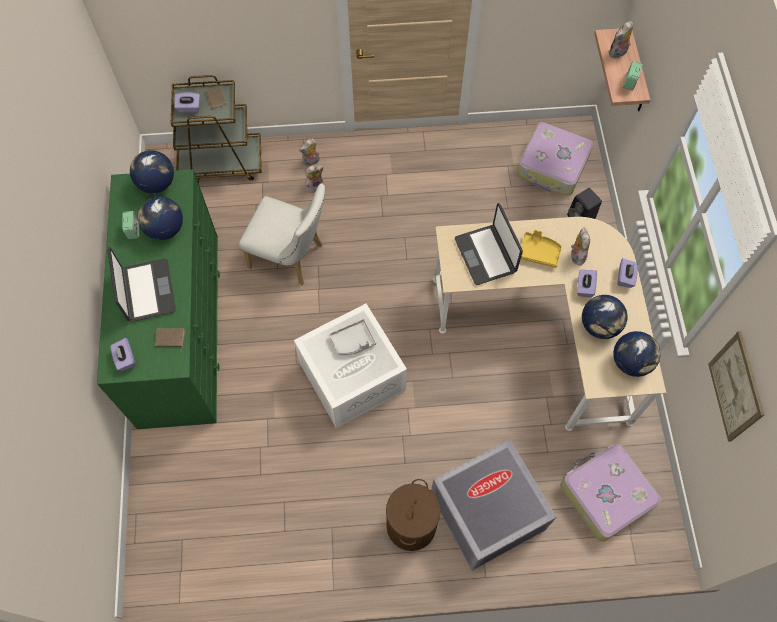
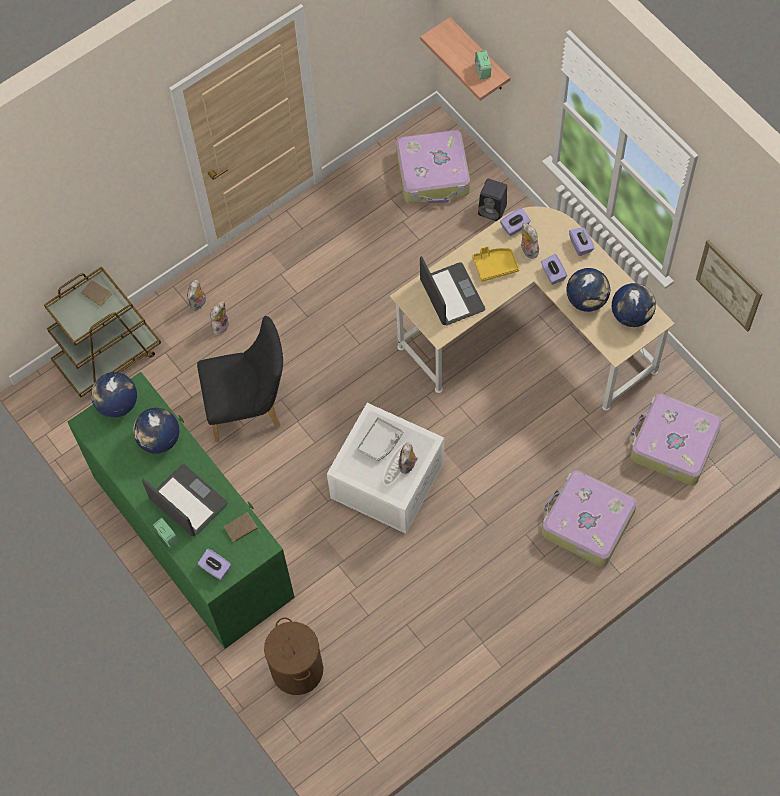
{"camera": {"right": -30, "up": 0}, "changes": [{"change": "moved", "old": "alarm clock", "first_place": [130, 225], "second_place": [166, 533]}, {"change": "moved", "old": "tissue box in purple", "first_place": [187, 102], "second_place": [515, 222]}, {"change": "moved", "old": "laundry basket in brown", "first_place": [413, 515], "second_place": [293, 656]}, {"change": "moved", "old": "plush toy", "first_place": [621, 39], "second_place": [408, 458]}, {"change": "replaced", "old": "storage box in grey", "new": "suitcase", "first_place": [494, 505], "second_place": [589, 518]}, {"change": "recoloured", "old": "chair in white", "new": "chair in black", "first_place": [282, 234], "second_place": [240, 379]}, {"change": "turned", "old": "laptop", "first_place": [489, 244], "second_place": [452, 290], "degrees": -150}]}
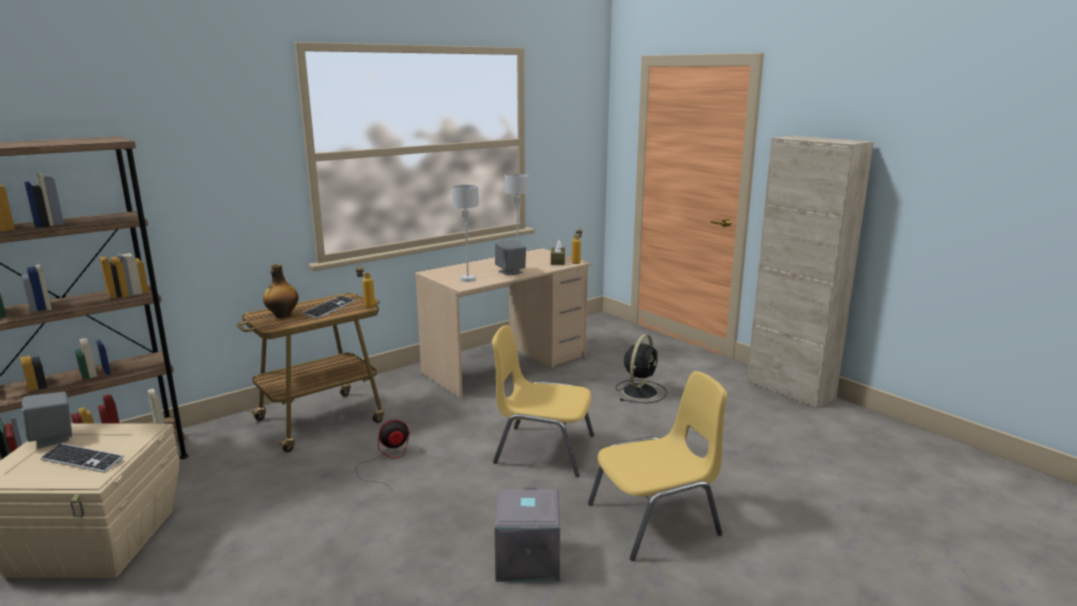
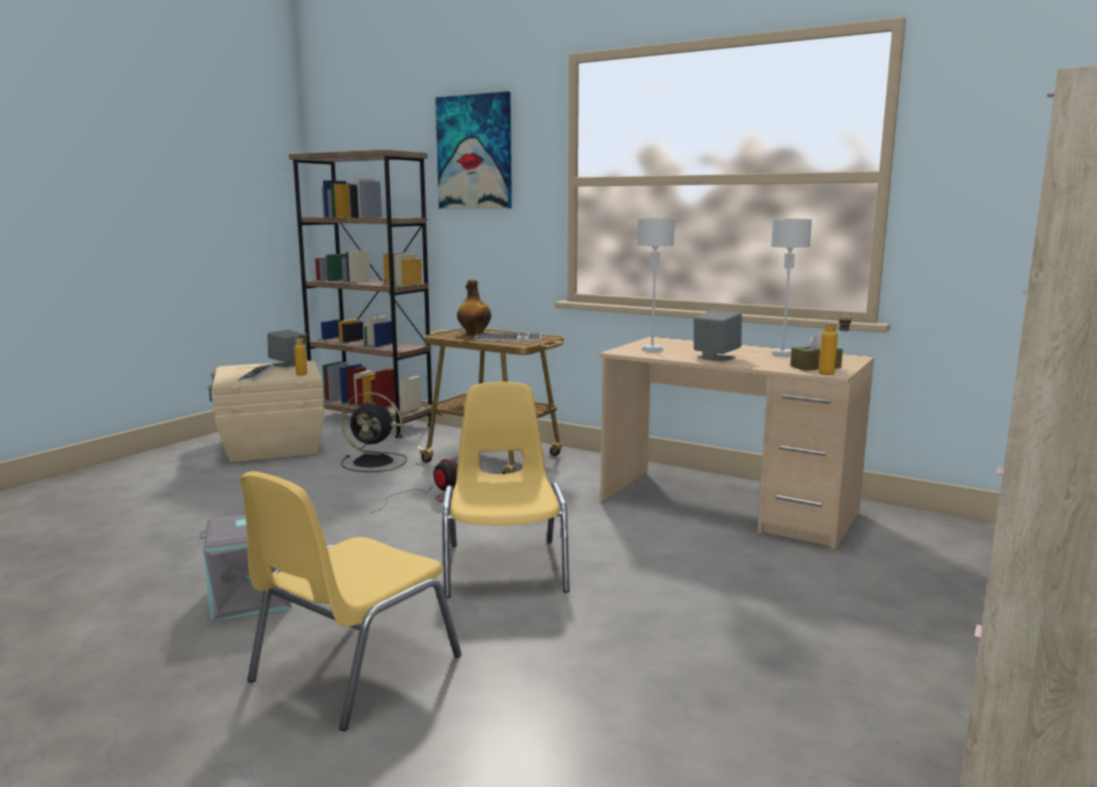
{"camera": {"right": 70, "up": -5}, "changes": [{"change": "added", "new": "picture", "second_place": [473, 150]}, {"change": "moved", "old": "bottle", "first_place": [365, 286], "second_place": [301, 352]}, {"change": "moved", "old": "fan in black", "first_place": [641, 368], "second_place": [373, 432]}, {"change": "turned", "old": "chair in yellow", "first_place": [657, 466], "second_place": [350, 601], "degrees": 75}]}
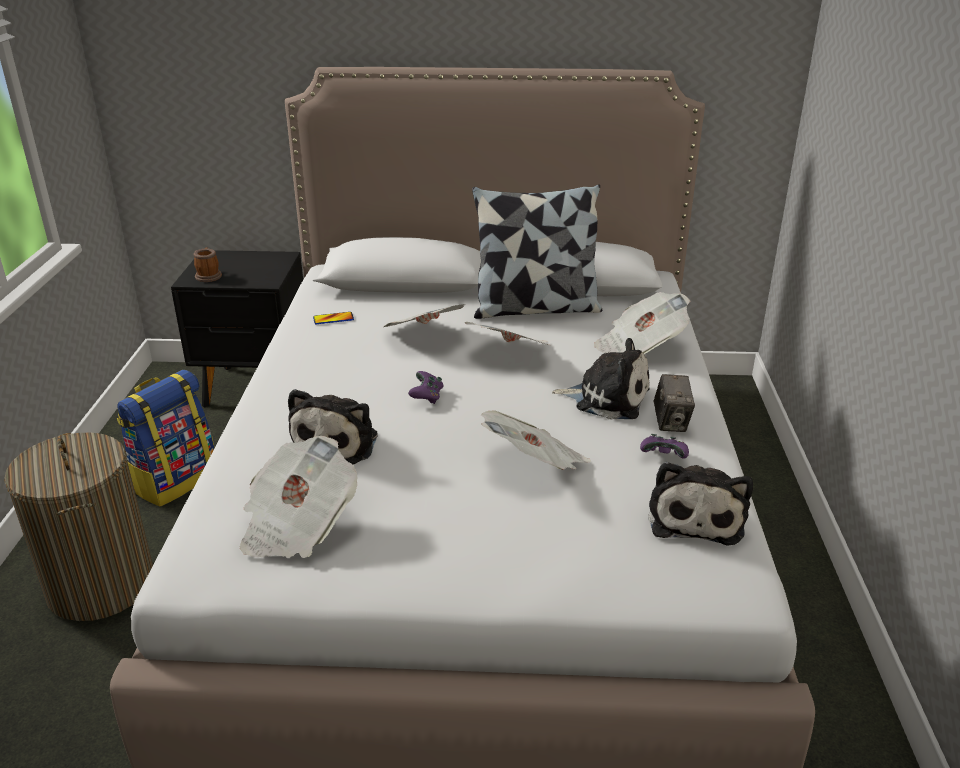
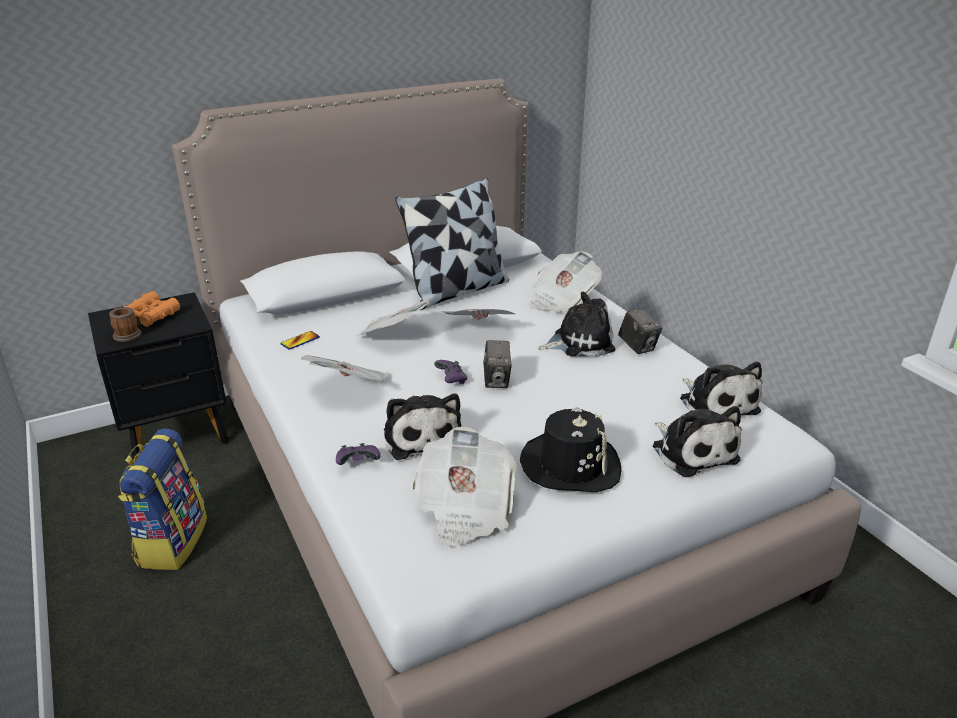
{"camera": {"right": -30, "up": 0}, "changes": [{"change": "removed", "old": "laundry basket", "first_place": [78, 526]}, {"change": "added", "new": "binoculars in orange", "second_place": [152, 309]}, {"change": "added", "new": "photo camera", "second_place": [497, 364]}, {"change": "added", "new": "hat in black", "second_place": [570, 449]}, {"change": "added", "new": "plush toy", "second_place": [697, 442]}, {"change": "moved", "old": "newspaper", "first_place": [536, 440], "second_place": [345, 368]}, {"change": "moved", "old": "game controller in purple", "first_place": [664, 446], "second_place": [358, 454]}]}
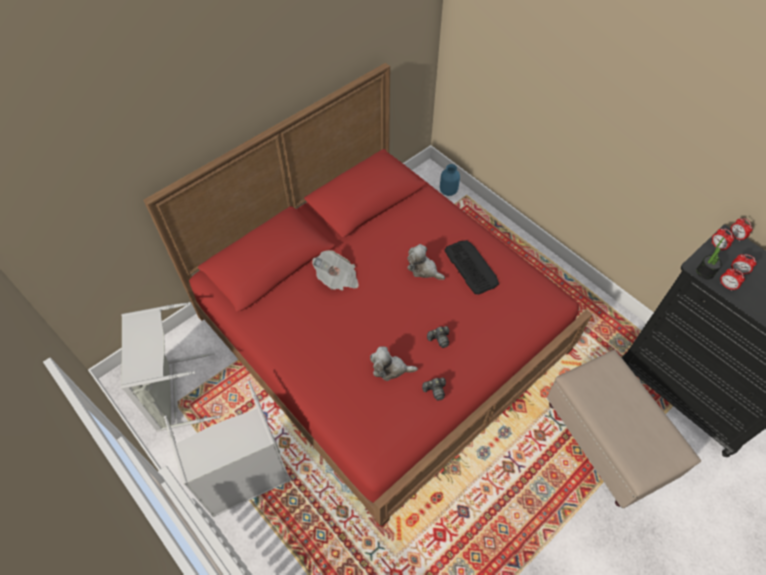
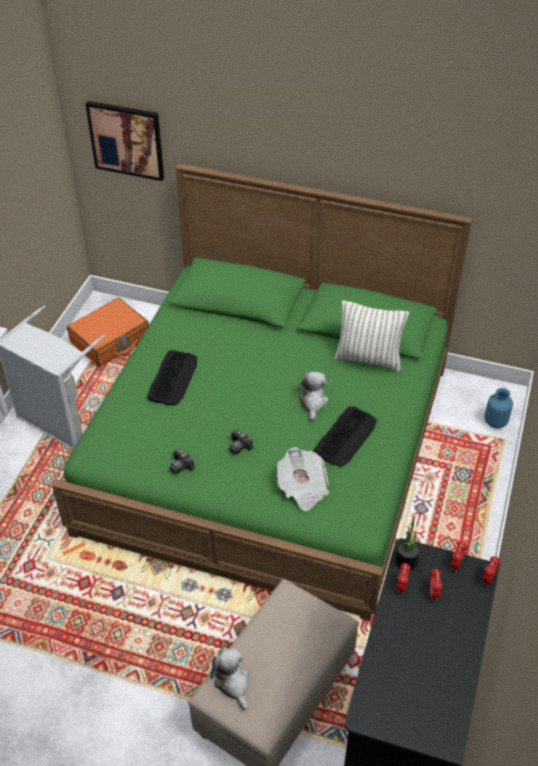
{"camera": {"right": 60, "up": -10}, "changes": [{"change": "added", "new": "picture", "second_place": [124, 141]}, {"change": "added", "new": "keyboard", "second_place": [172, 377]}, {"change": "added", "new": "pillow", "second_place": [371, 335]}, {"change": "moved", "old": "newspaper", "first_place": [335, 270], "second_place": [303, 479]}, {"change": "moved", "old": "plush toy", "first_place": [394, 364], "second_place": [229, 679]}, {"change": "replaced", "old": "laundry basket in grey", "new": "suitcase in orange", "first_place": [171, 367], "second_place": [108, 332]}, {"change": "recoloured", "old": "bed in red", "new": "bed in green", "first_place": [368, 294], "second_place": [262, 392]}]}
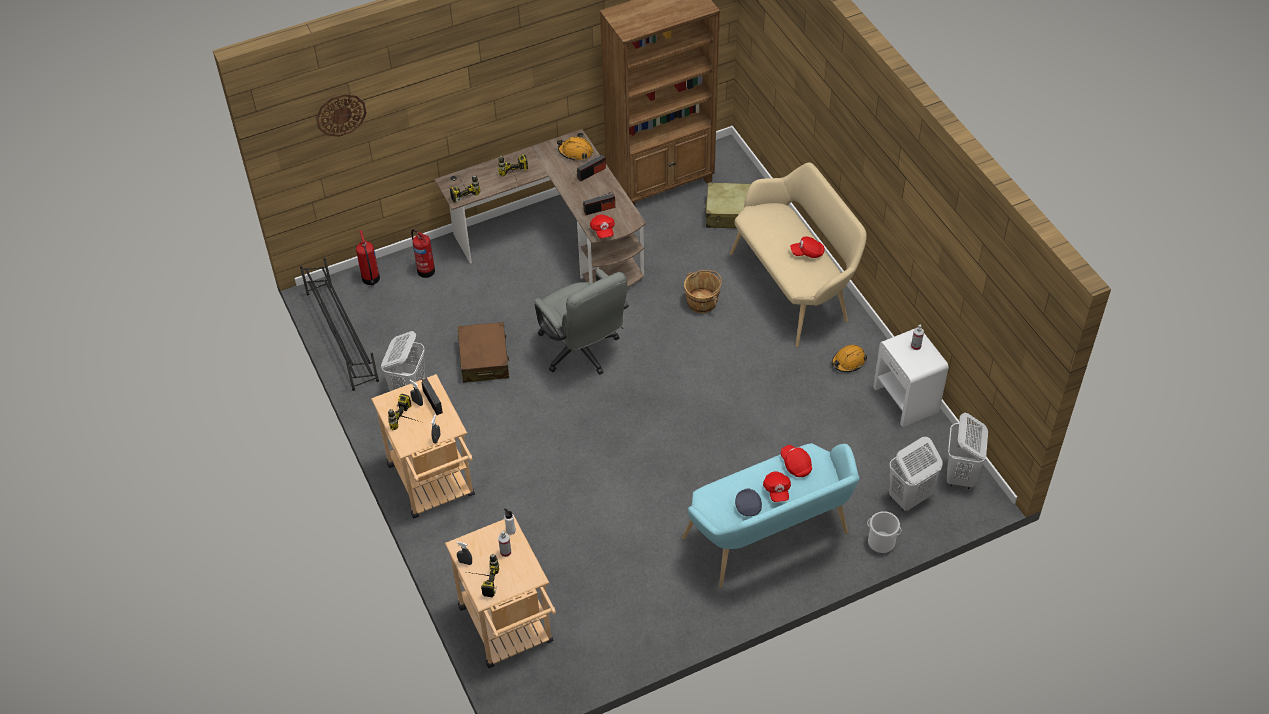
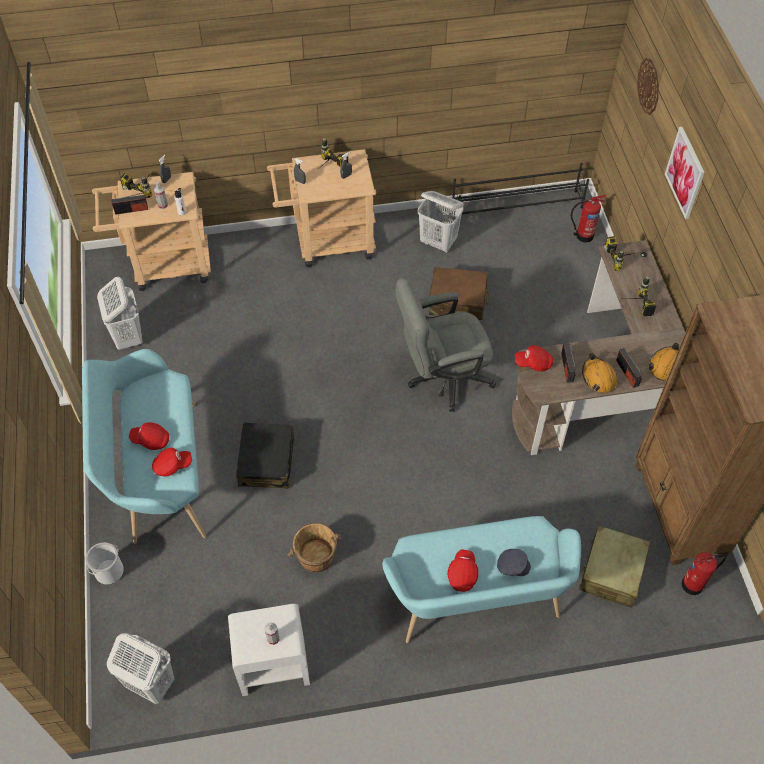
{"camera": {"right": 105, "up": 5}, "changes": [{"change": "added", "new": "suitcase in black", "second_place": [265, 456]}, {"change": "added", "new": "picture", "second_place": [685, 173]}, {"change": "moved", "old": "fire extinguisher", "first_place": [423, 253], "second_place": [703, 573]}, {"change": "moved", "old": "radio", "first_place": [432, 396], "second_place": [129, 203]}, {"change": "moved", "old": "bucket in brown", "first_place": [703, 291], "second_place": [314, 548]}, {"change": "moved", "old": "cap in grey", "first_place": [748, 502], "second_place": [514, 562]}, {"change": "moved", "old": "hard hat in orange", "first_place": [849, 358], "second_place": [599, 373]}, {"change": "moved", "old": "laundry basket in white", "first_place": [916, 474], "second_place": [120, 313]}, {"change": "recoloured", "old": "bench in beige", "new": "bench in turquoise", "first_place": [798, 254], "second_place": [481, 579]}]}
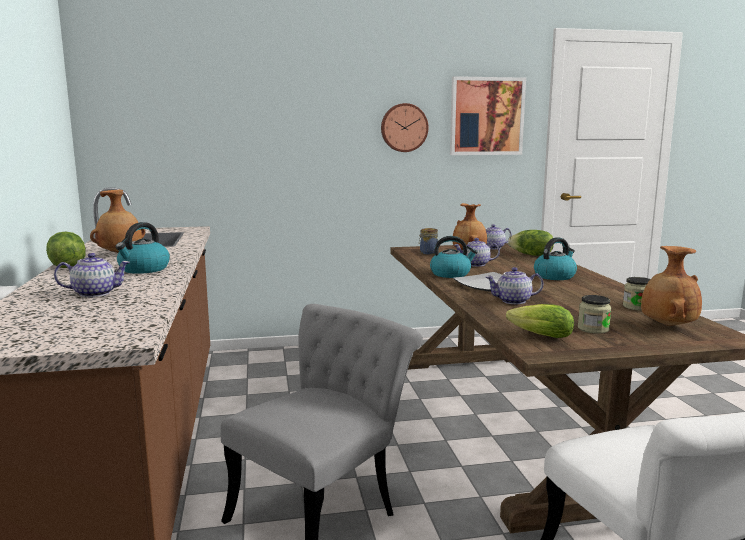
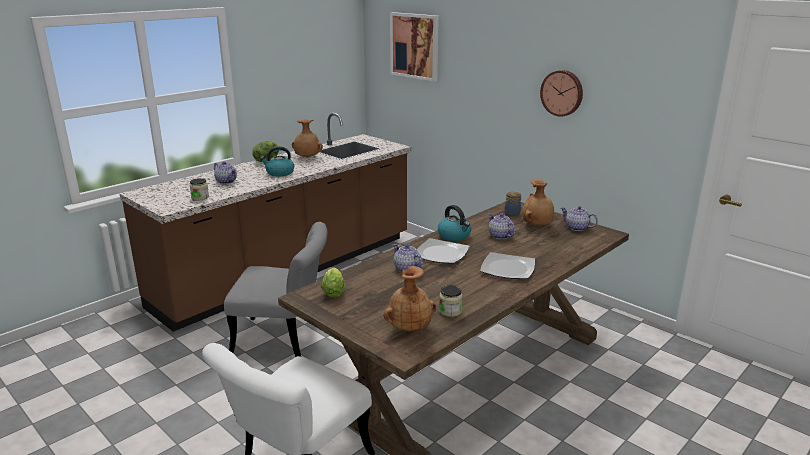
{"camera": {"right": 55, "up": 10}, "changes": [{"change": "removed", "old": "lettuce", "first_place": [531, 243]}, {"change": "moved", "old": "picture", "first_place": [488, 115], "second_place": [414, 47]}, {"change": "moved", "old": "jar", "first_place": [594, 314], "second_place": [199, 189]}, {"change": "replaced", "old": "kettle", "new": "plate", "first_place": [555, 258], "second_place": [507, 265]}]}
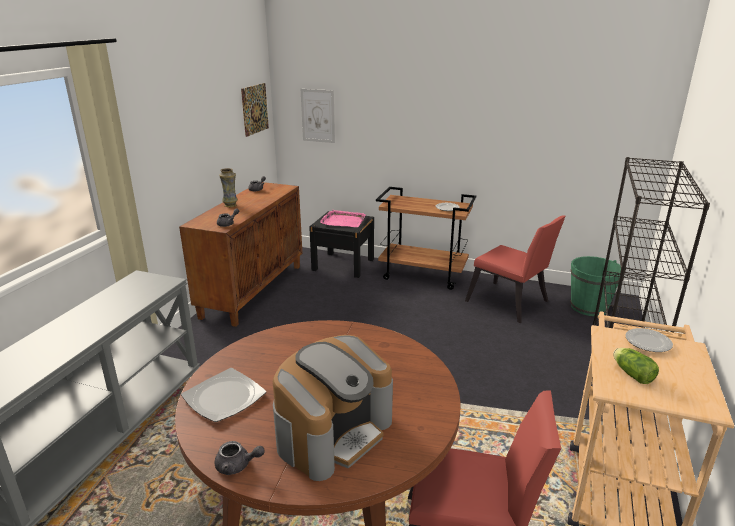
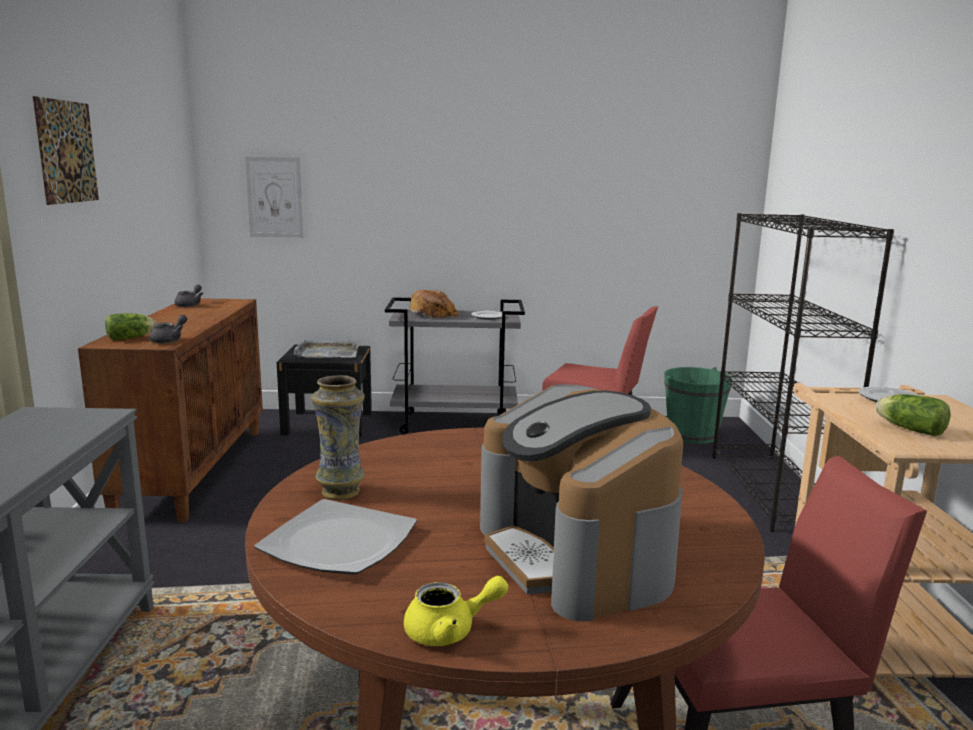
{"camera": {"right": -20, "up": -10}, "changes": [{"change": "added", "new": "lettuce", "second_place": [130, 326]}, {"change": "added", "new": "bread", "second_place": [434, 304]}, {"change": "moved", "old": "vase", "first_place": [228, 187], "second_place": [338, 437]}, {"change": "moved", "old": "picture", "first_place": [255, 110], "second_place": [66, 150]}, {"change": "recoloured", "old": "teapot in grey", "new": "teapot in yellow", "first_place": [240, 458], "second_place": [456, 611]}, {"change": "recoloured", "old": "tray in pink", "new": "tray in grey", "first_place": [343, 218], "second_place": [326, 349]}, {"change": "recoloured", "old": "cart in brown", "new": "cart in grey", "first_place": [426, 238], "second_place": [455, 365]}, {"change": "turned", "old": "coffee machine", "first_place": [333, 408], "second_place": [581, 502], "degrees": 135}]}
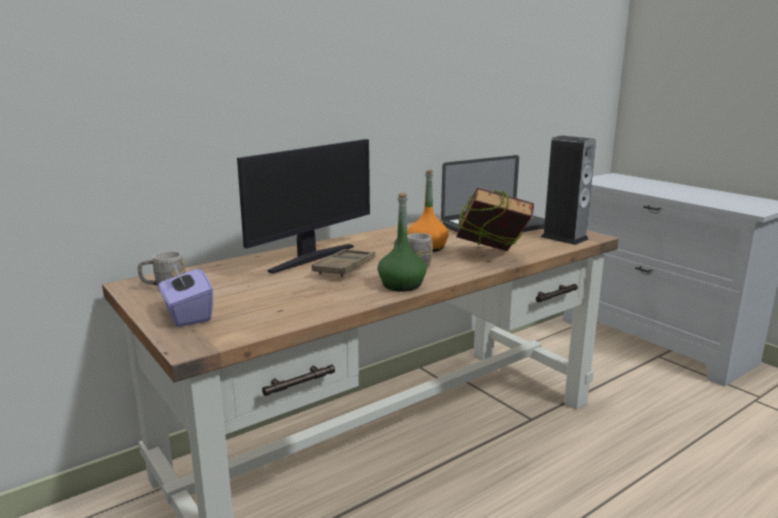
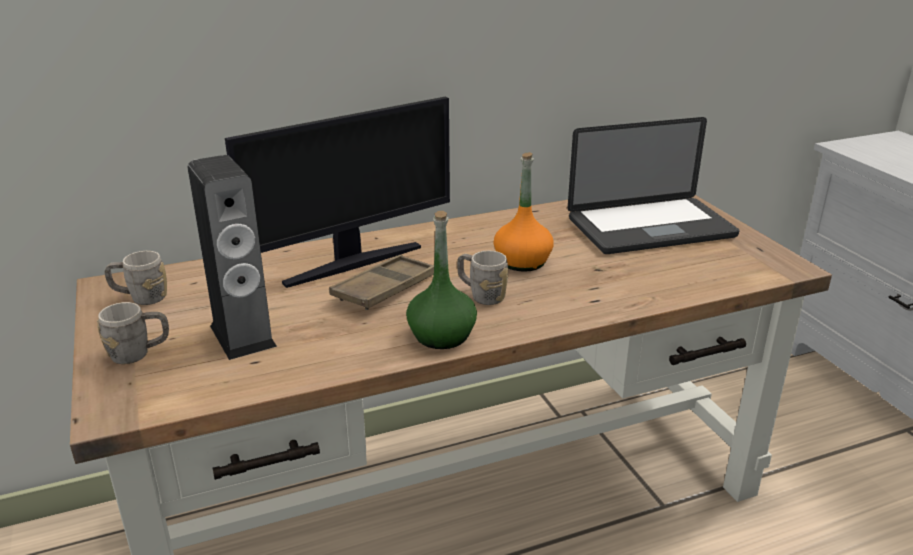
{"camera": {"right": 15, "up": 10}, "changes": [{"change": "removed", "old": "book", "first_place": [495, 219]}, {"change": "moved", "old": "speaker", "first_place": [568, 190], "second_place": [232, 257]}, {"change": "replaced", "old": "tissue box in purple", "new": "mug in grey", "first_place": [186, 294], "second_place": [133, 333]}]}
